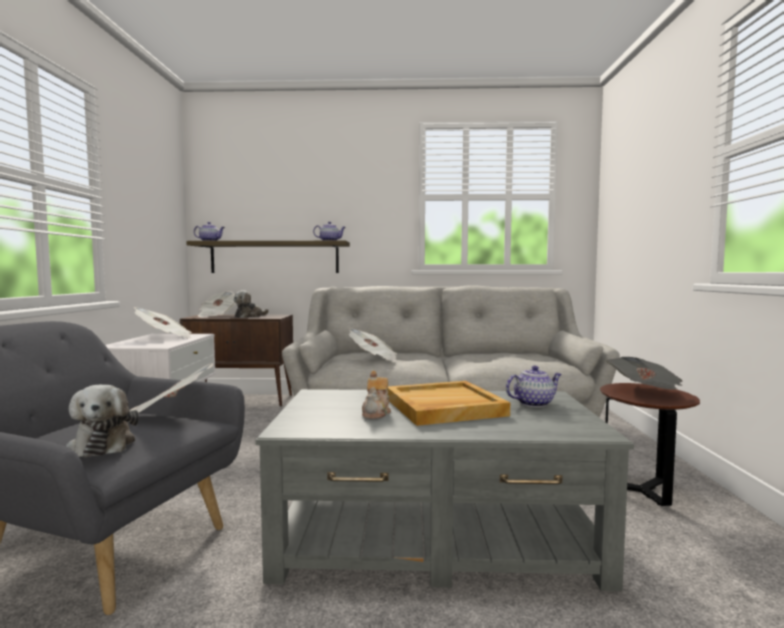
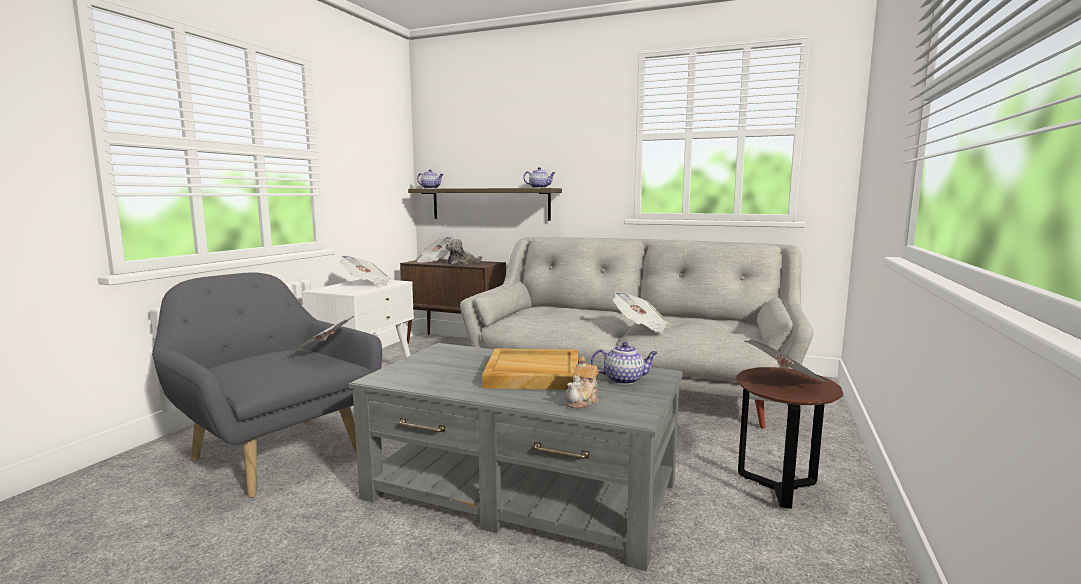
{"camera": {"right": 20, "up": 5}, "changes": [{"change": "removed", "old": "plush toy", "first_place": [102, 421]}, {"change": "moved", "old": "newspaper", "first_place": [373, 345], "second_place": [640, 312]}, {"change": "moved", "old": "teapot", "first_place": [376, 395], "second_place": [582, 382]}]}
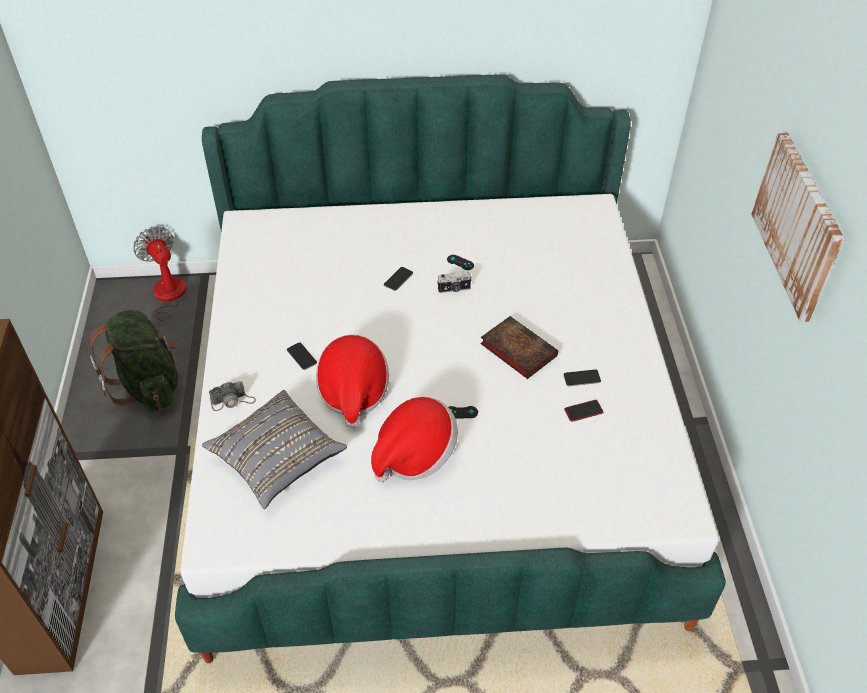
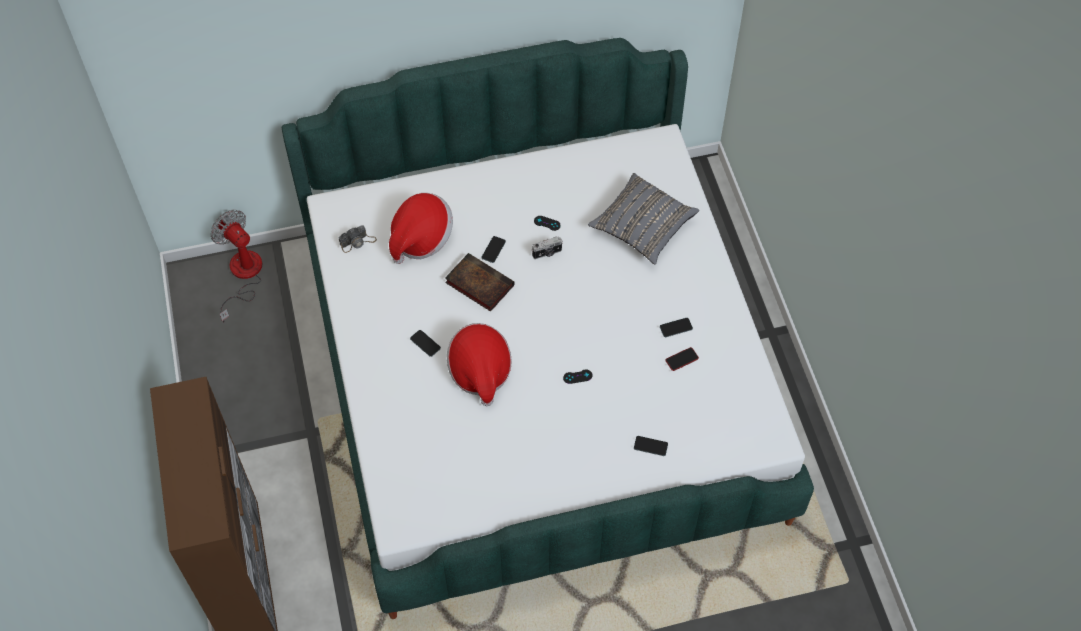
{"camera": {"right": -10, "up": 10}, "changes": [{"change": "removed", "old": "backpack in green", "first_place": [134, 360]}, {"change": "removed", "old": "picture", "first_place": [798, 226]}, {"change": "added", "new": "phone", "second_place": [651, 446]}, {"change": "moved", "old": "pillow in grey", "first_place": [274, 449], "second_place": [643, 219]}, {"change": "moved", "old": "photo camera", "first_place": [232, 396], "second_place": [358, 239]}, {"change": "moved", "old": "hat", "first_place": [414, 439], "second_place": [421, 228]}, {"change": "moved", "old": "book", "first_place": [519, 347], "second_place": [479, 282]}]}
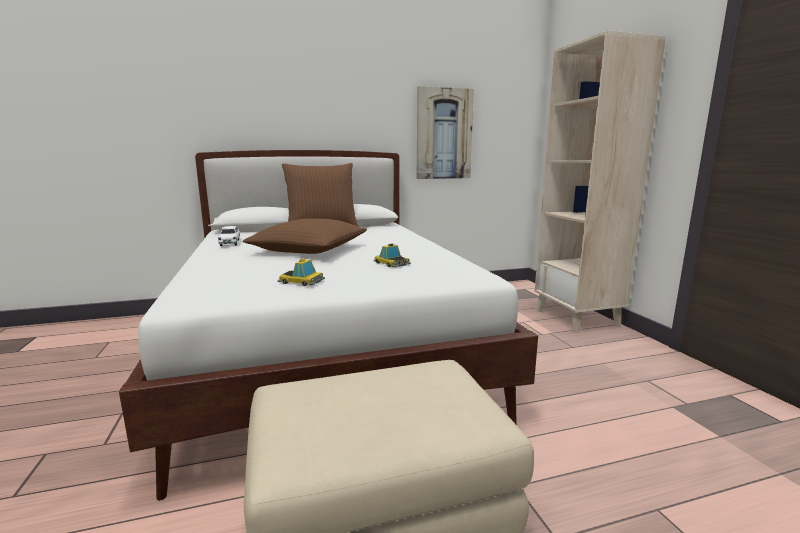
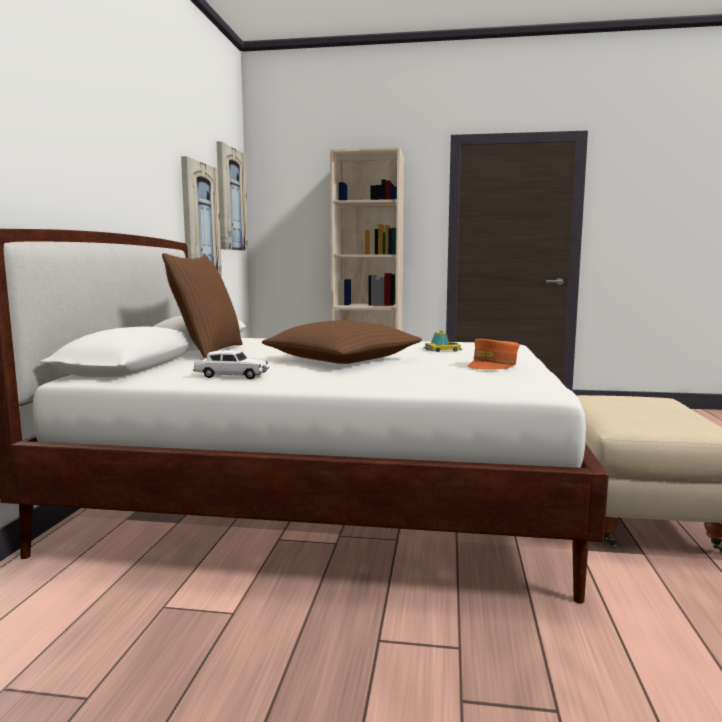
{"camera": {"right": -65, "up": -5}, "changes": [{"change": "added", "new": "picture", "second_place": [232, 196]}, {"change": "replaced", "old": "toy car", "new": "cap in orange", "first_place": [301, 272], "second_place": [493, 354]}]}
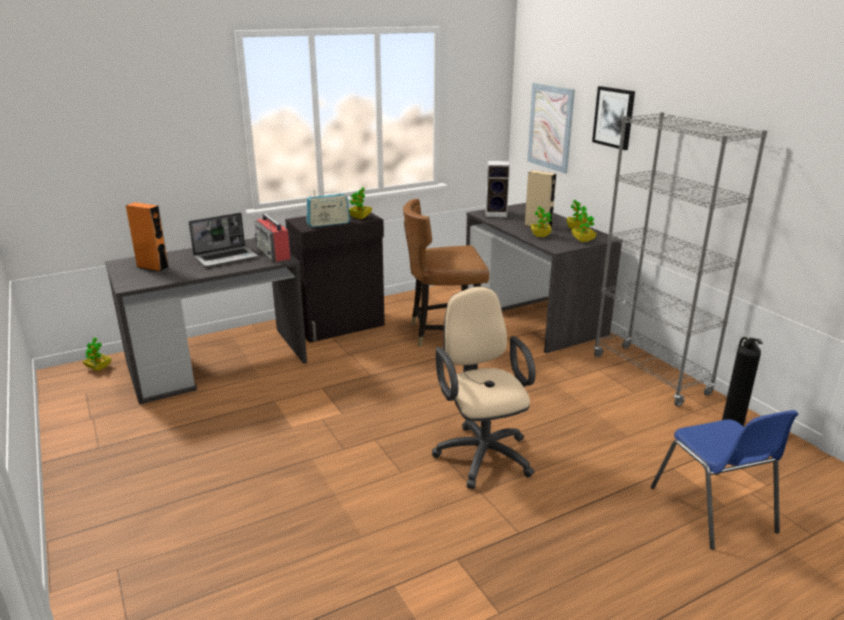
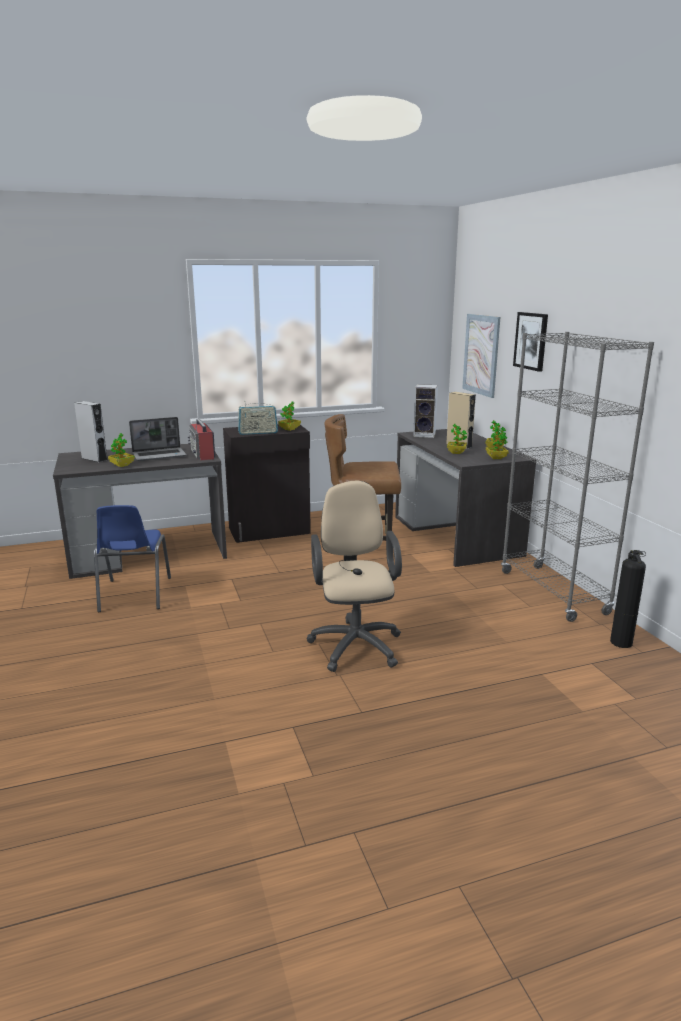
{"camera": {"right": 10, "up": -5}, "changes": [{"change": "moved", "old": "potted plant", "first_place": [97, 354], "second_place": [121, 450]}, {"change": "moved", "old": "chair in blue", "first_place": [725, 480], "second_place": [132, 558]}, {"change": "recoloured", "old": "speaker in orange", "new": "speaker in grey", "first_place": [147, 237], "second_place": [90, 431]}]}
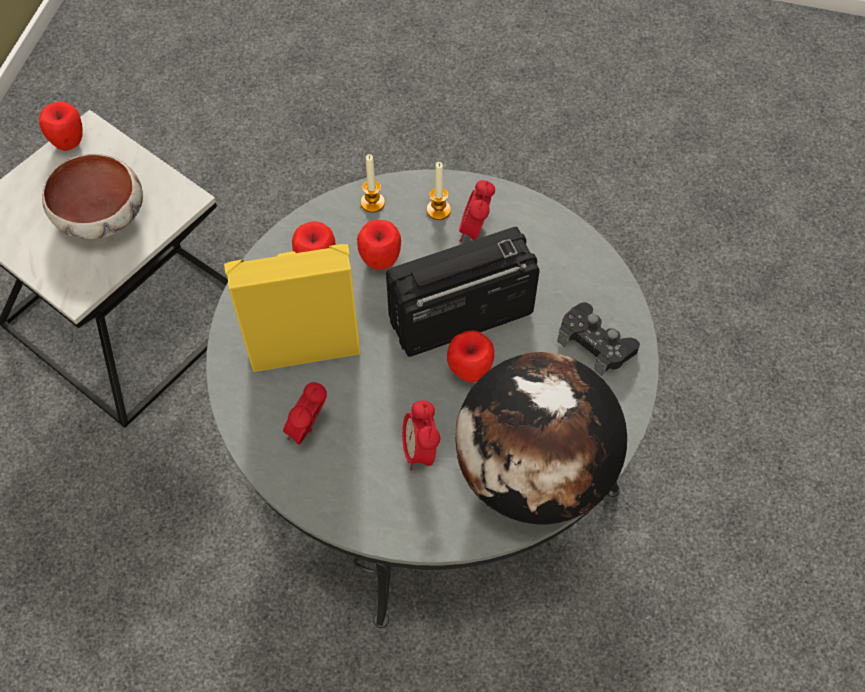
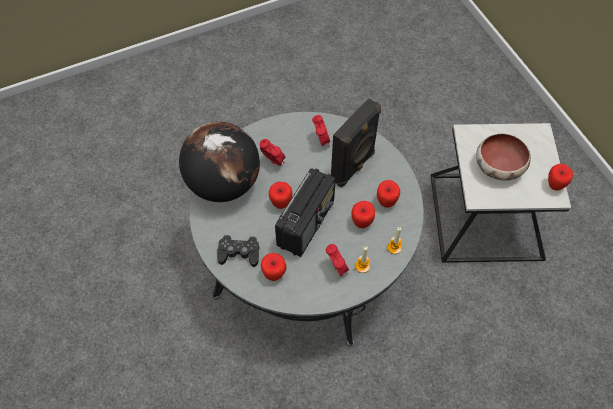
{"camera": {"right": 140, "up": 0}, "changes": [{"change": "added", "new": "apple", "second_place": [273, 267]}, {"change": "recoloured", "old": "speaker in yellow", "new": "speaker in black", "first_place": [292, 308], "second_place": [356, 142]}]}
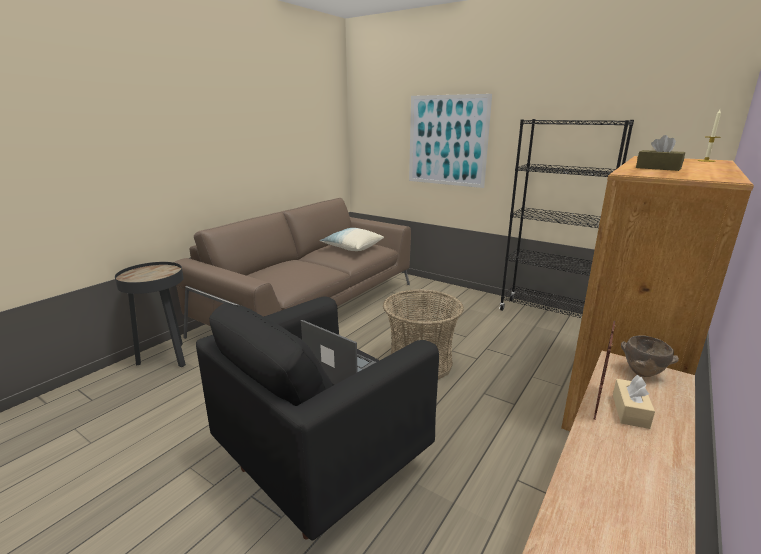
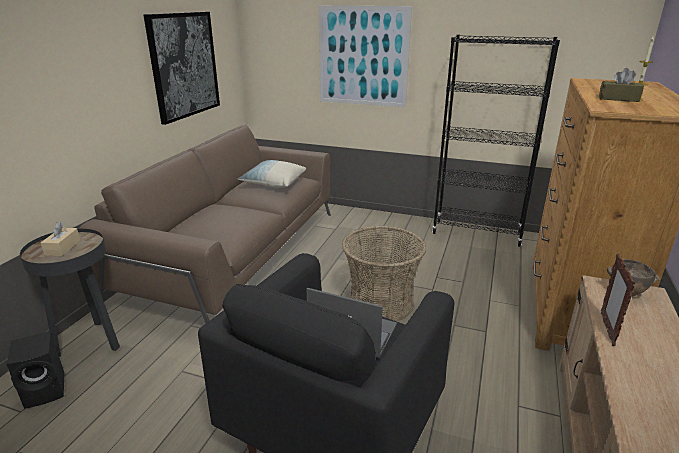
{"camera": {"right": -15, "up": 5}, "changes": [{"change": "added", "new": "speaker in black", "second_place": [35, 370]}, {"change": "added", "new": "picture", "second_place": [181, 68]}, {"change": "moved", "old": "tissue box in beige", "first_place": [634, 402], "second_place": [60, 239]}]}
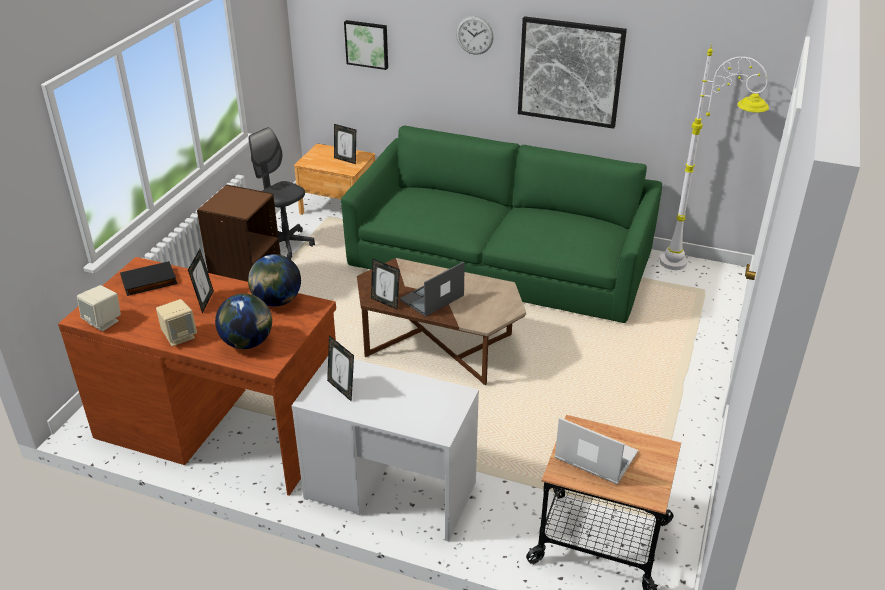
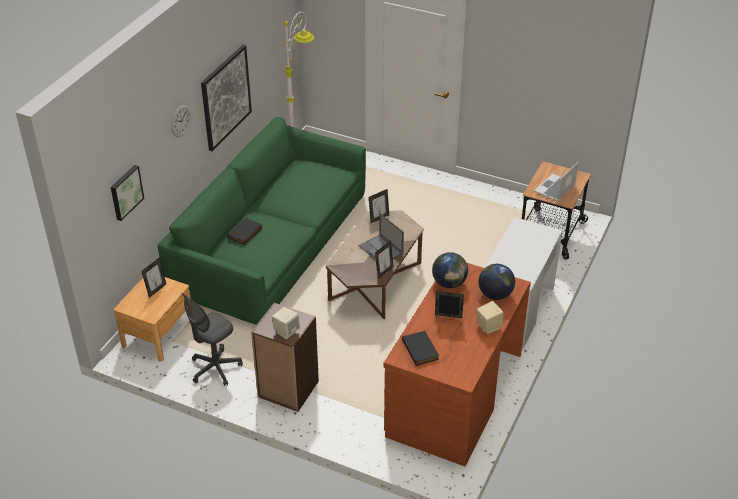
{"camera": {"right": -85, "up": 5}, "changes": [{"change": "added", "new": "book in black", "second_place": [245, 231]}, {"change": "moved", "old": "speaker in beige", "first_place": [99, 308], "second_place": [286, 323]}, {"change": "moved", "old": "picture frame", "first_place": [340, 368], "second_place": [379, 206]}]}
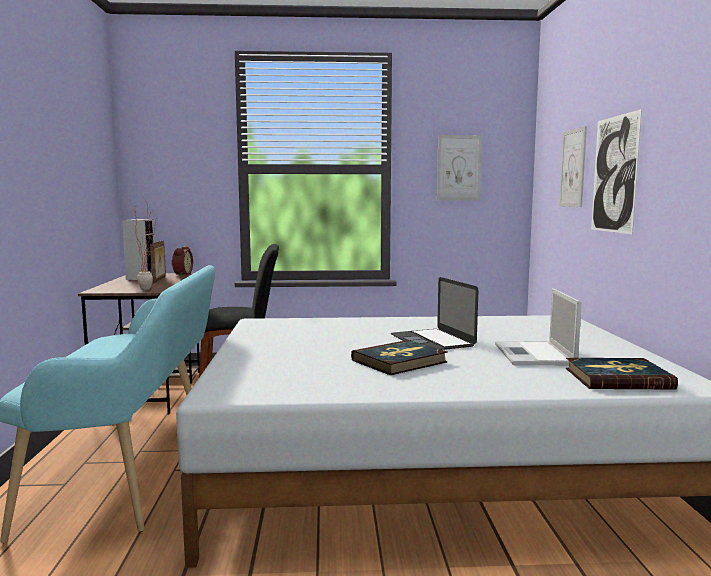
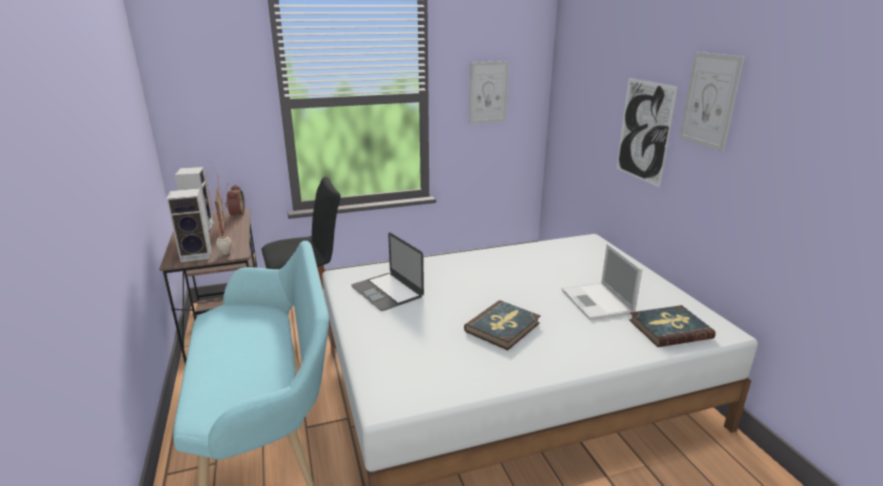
{"camera": {"right": -15, "up": 15}, "changes": [{"change": "added", "new": "speaker", "second_place": [189, 225]}, {"change": "moved", "old": "laptop", "first_place": [434, 313], "second_place": [387, 271]}, {"change": "moved", "old": "picture", "first_place": [573, 166], "second_place": [712, 101]}]}
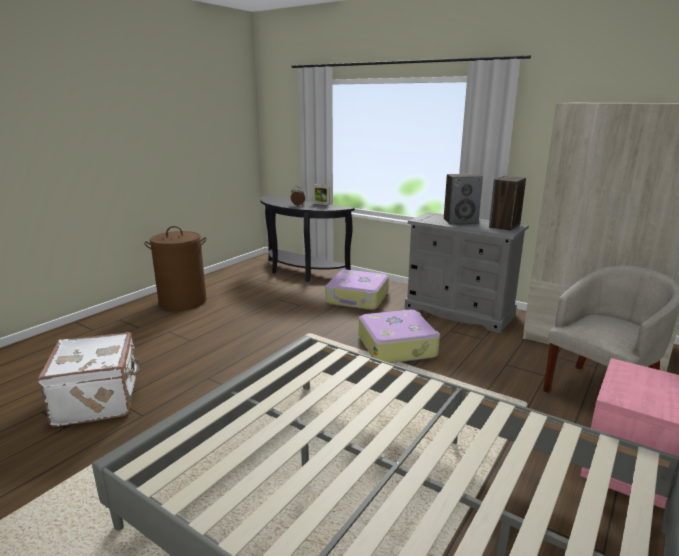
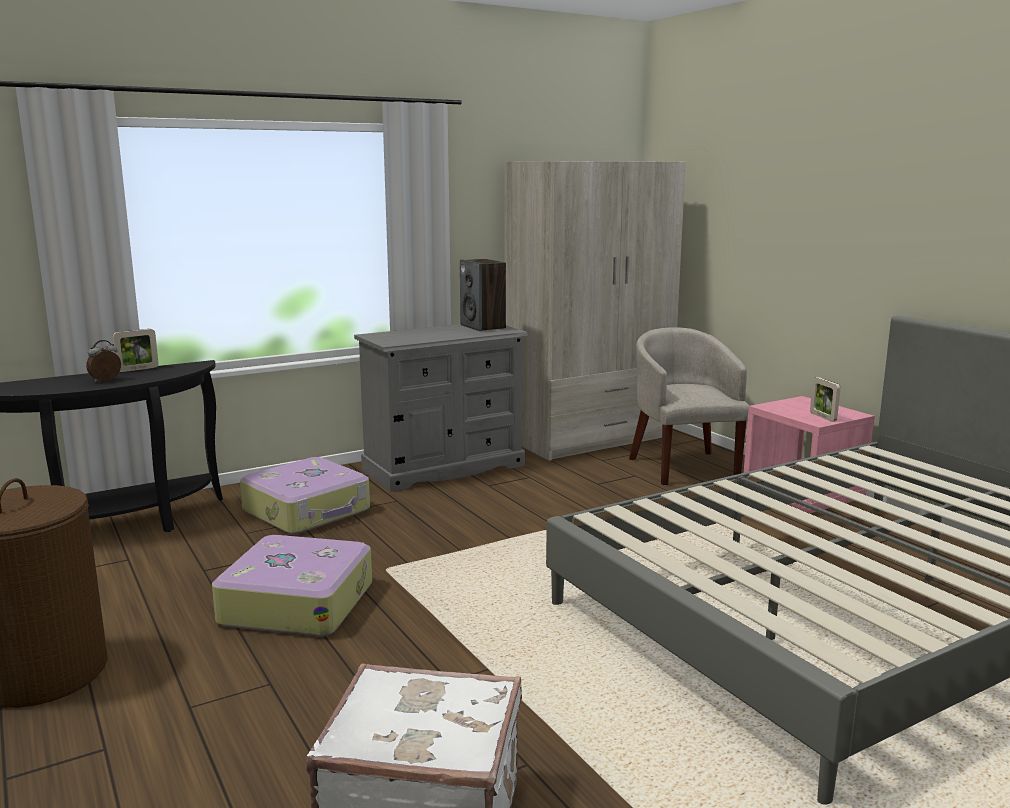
{"camera": {"right": -65, "up": -5}, "changes": [{"change": "removed", "old": "speaker", "first_place": [463, 199]}, {"change": "added", "new": "picture frame", "second_place": [825, 399]}, {"change": "moved", "old": "suitcase", "first_place": [399, 336], "second_place": [292, 586]}]}
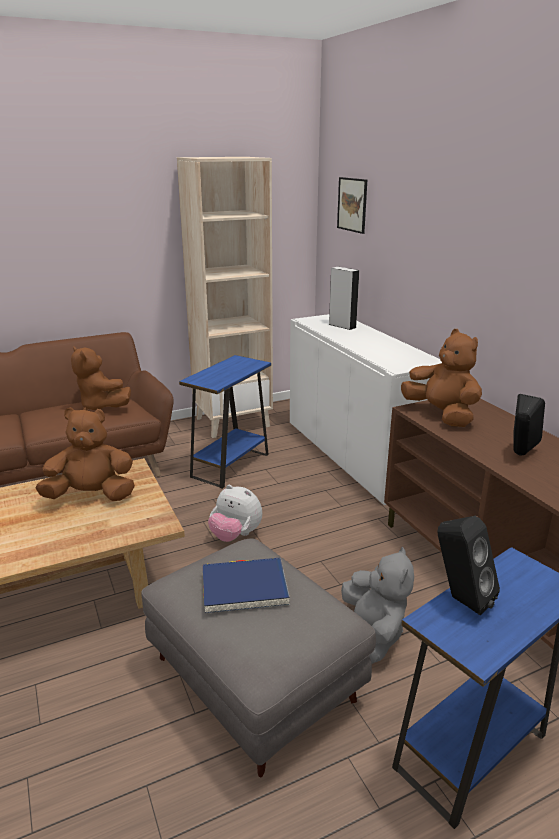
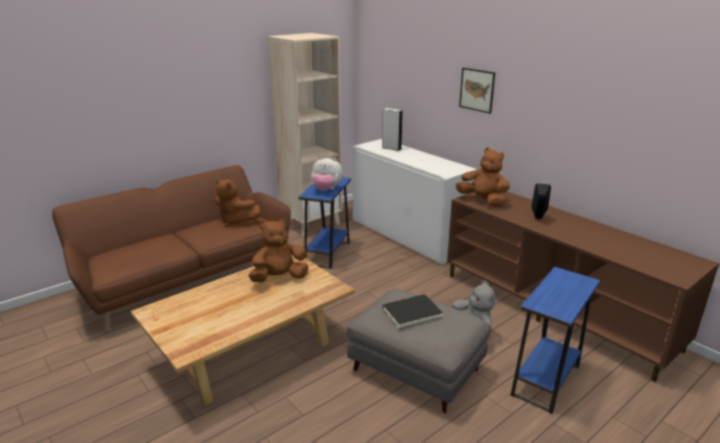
{"camera": {"right": -15, "up": 0}, "changes": [{"change": "removed", "old": "speaker in black", "first_place": [469, 566]}, {"change": "moved", "old": "plush toy", "first_place": [235, 513], "second_place": [327, 174]}, {"change": "moved", "old": "picture", "first_place": [352, 205], "second_place": [477, 91]}, {"change": "recoloured", "old": "book in blue", "new": "book in black", "first_place": [246, 586], "second_place": [412, 311]}]}
